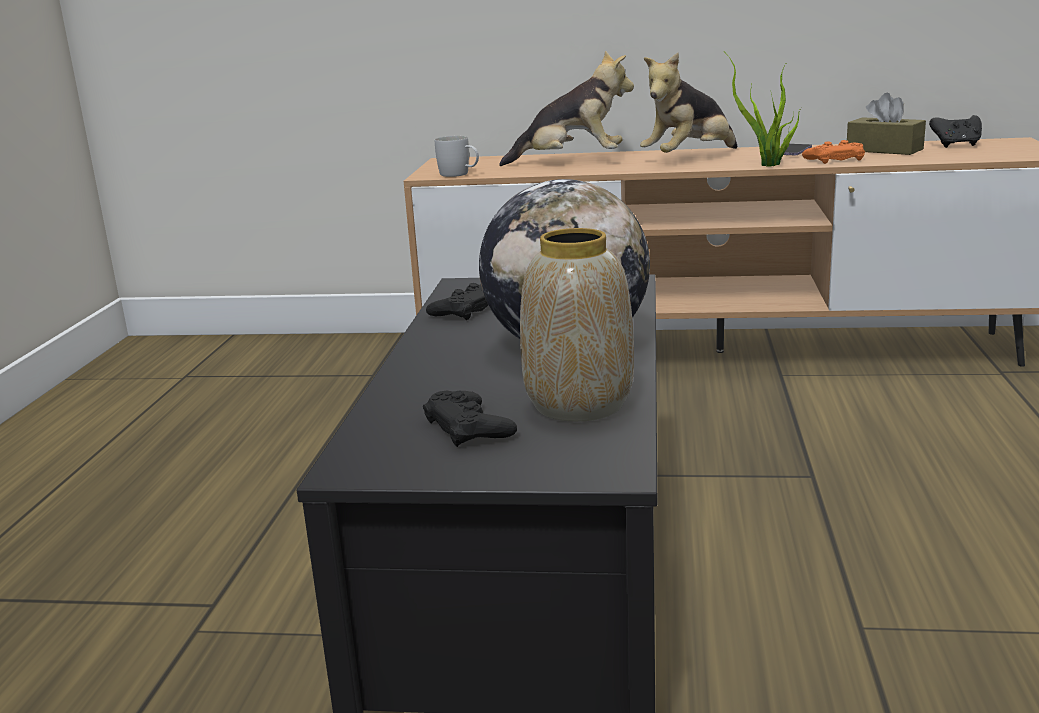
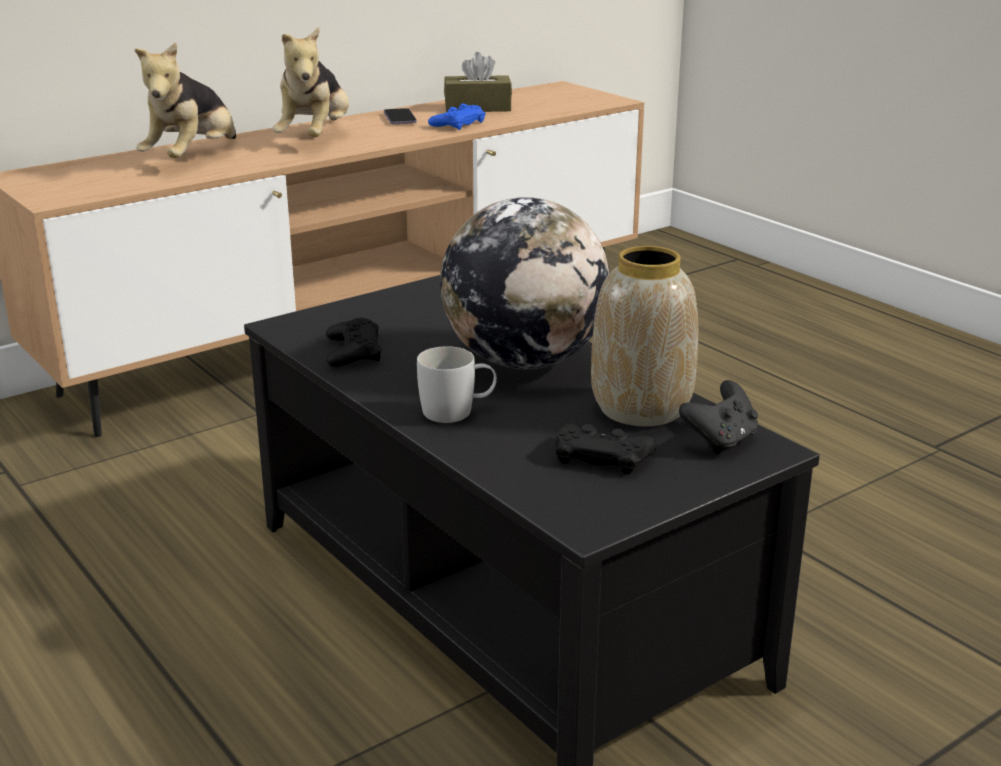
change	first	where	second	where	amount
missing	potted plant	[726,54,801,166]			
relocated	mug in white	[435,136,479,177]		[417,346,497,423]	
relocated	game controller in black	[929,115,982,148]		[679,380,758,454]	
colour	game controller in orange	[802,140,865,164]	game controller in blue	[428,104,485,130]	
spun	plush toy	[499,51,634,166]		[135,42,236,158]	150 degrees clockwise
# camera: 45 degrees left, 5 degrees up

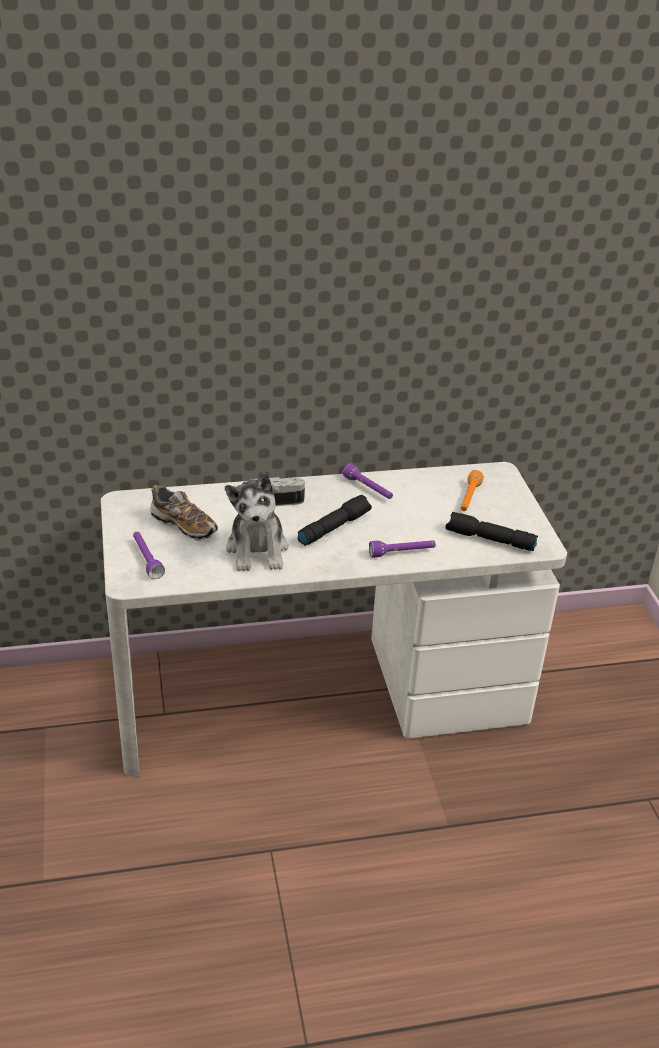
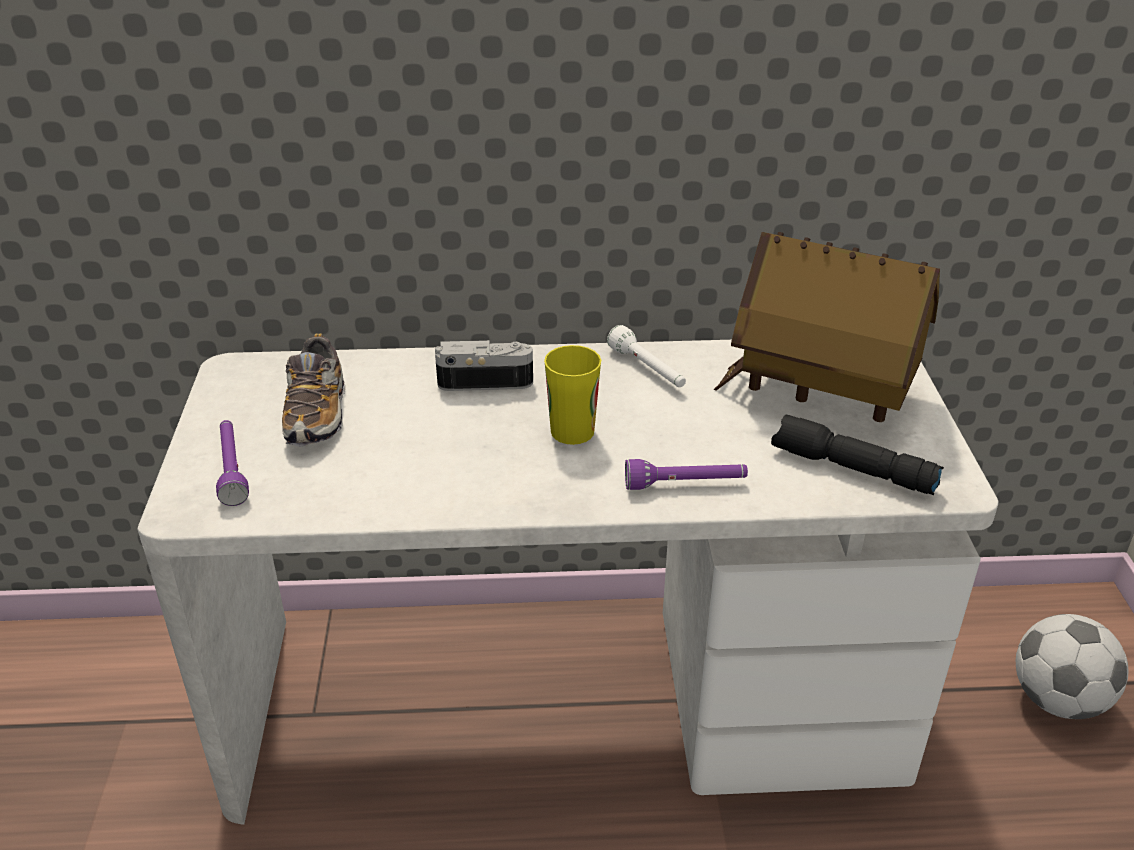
change	first	where	second	where	amount
missing	plush toy	[225,472,288,572]			
appeared			football	[1016,614,1128,719]	
exchanged	flashlight in black	[298,495,372,546]	cup	[544,345,601,445]	
exchanged	flashlight in orange	[461,470,484,511]	toy house	[714,232,940,422]	
colour	flashlight in purple	[343,463,393,499]	flashlight in white	[607,325,686,387]	
spun	shoe	[151,485,218,541]		[282,333,345,447]	45 degrees clockwise
# camera: 10 degrees right, 0 degrees up

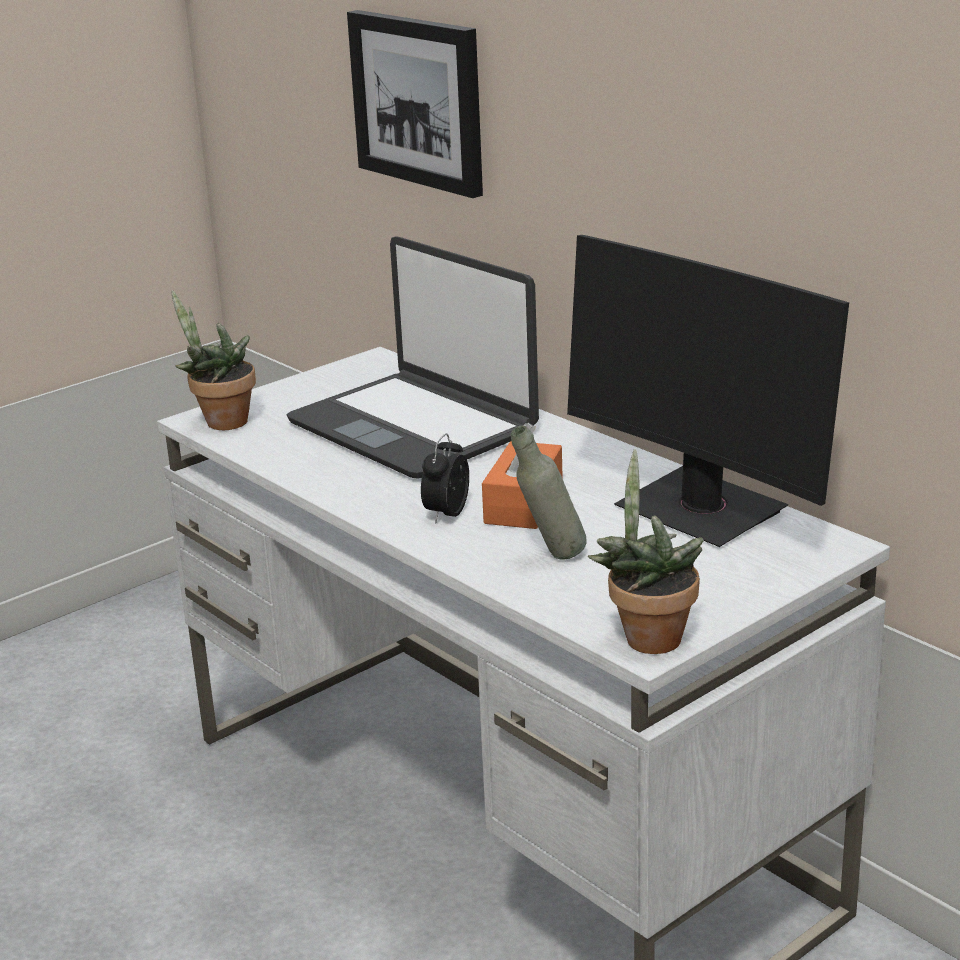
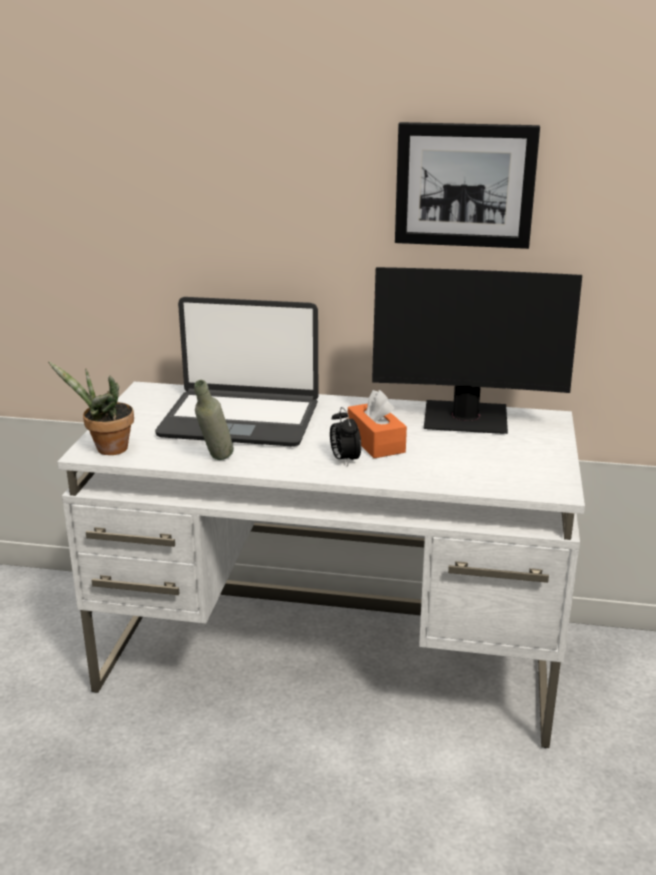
change	first	where	second	where	amount
missing	potted plant	[588,449,704,654]			
relocated	picture	[347,10,483,198]		[395,122,540,249]	
relocated	bottle in grey	[511,426,587,560]		[194,380,234,460]	
# camera: 40 degrees left, 0 degrees up

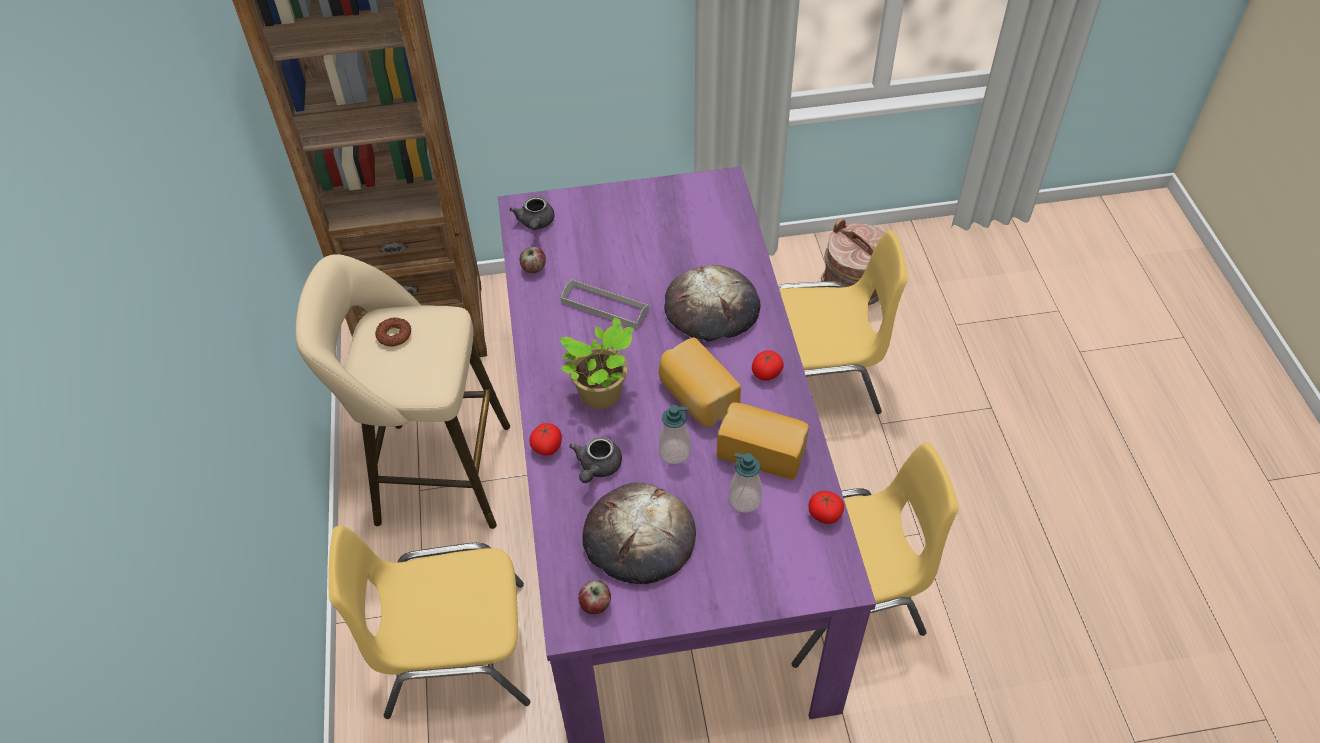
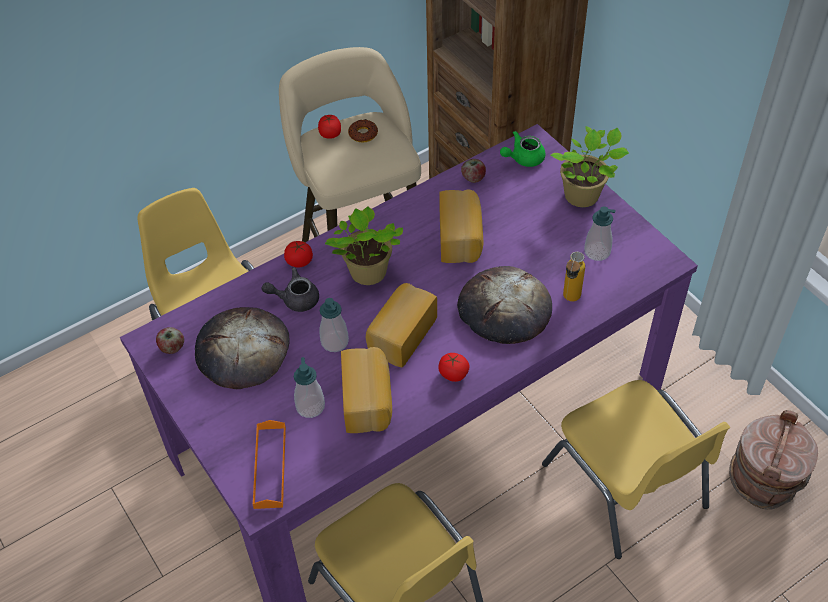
change	first	where	second	where	amount
appeared			tray in orange	[252,420,286,509]	
appeared			potted plant	[550,126,629,207]	
appeared			bottle	[563,252,585,302]	
appeared			soap dispenser	[584,206,616,261]	
relocated	tomato	[809,491,844,524]		[318,114,341,139]	
exchanged	tray in grey	[561,279,649,329]	bread	[439,189,483,263]	
colour	teapot in grey	[509,196,555,230]	teapot in green	[500,131,545,167]	
# camera: 65 degrees right, 0 degrees up

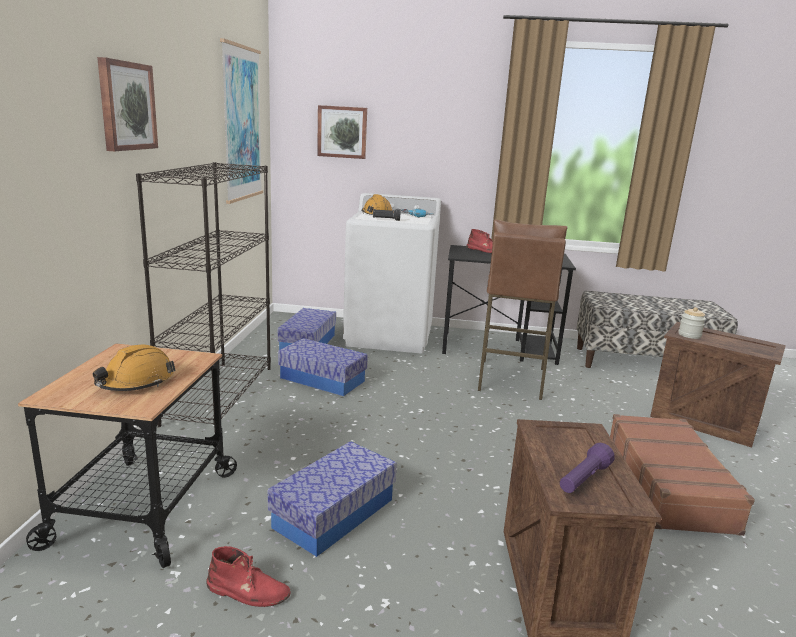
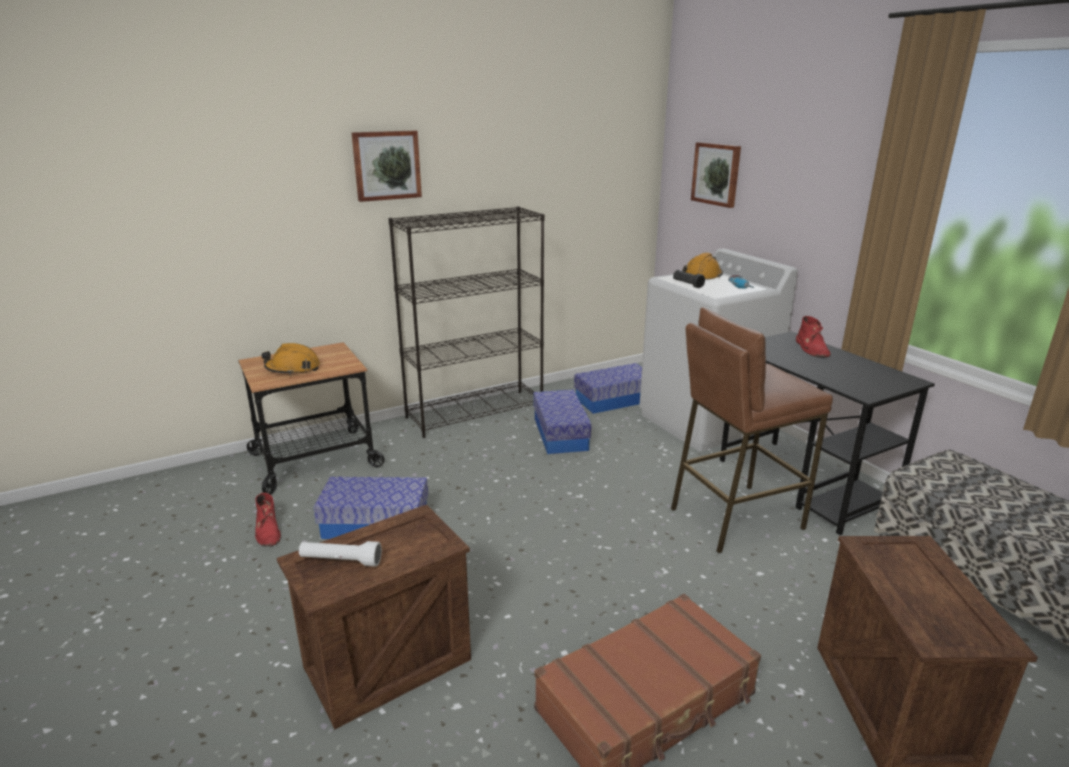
change	first	where	second	where	amount
missing	picture	[220,38,263,204]			
missing	jar	[679,307,706,339]			
colour	flashlight in purple	[560,443,615,493]	flashlight in white	[299,541,382,567]	
# camera: 55 degrees right, 5 degrees up

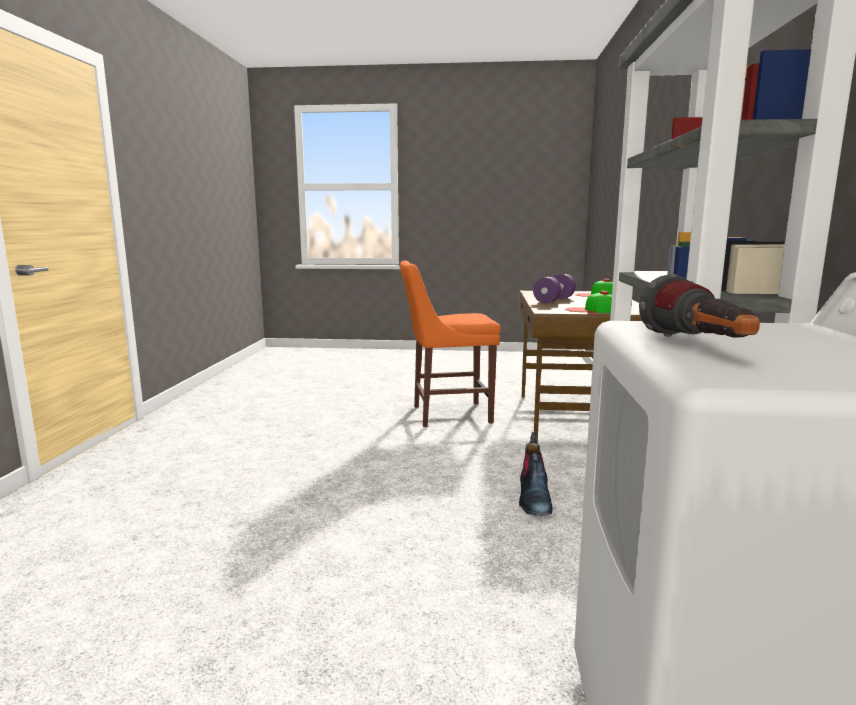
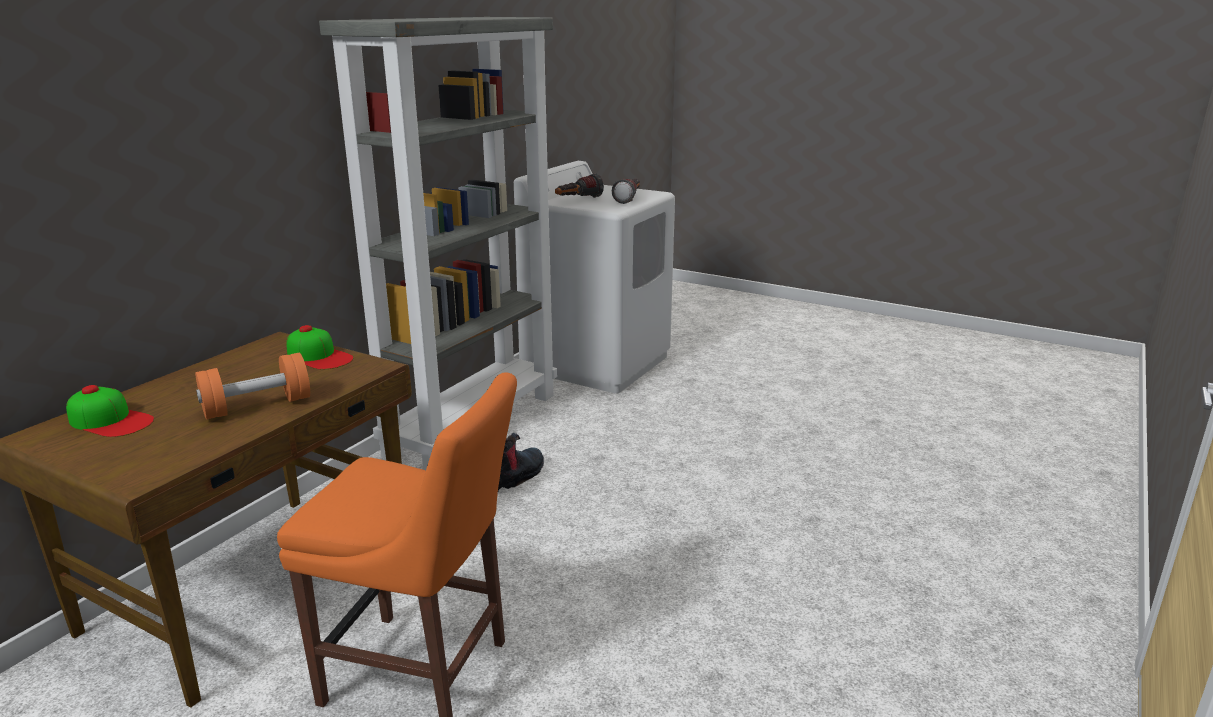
change	first	where	second	where	amount
appeared			flashlight	[555,173,604,198]	
colour	dumbbell in purple	[533,274,576,303]	dumbbell in orange	[195,353,310,420]	
# camera: 155 degrees left, 10 degrees up

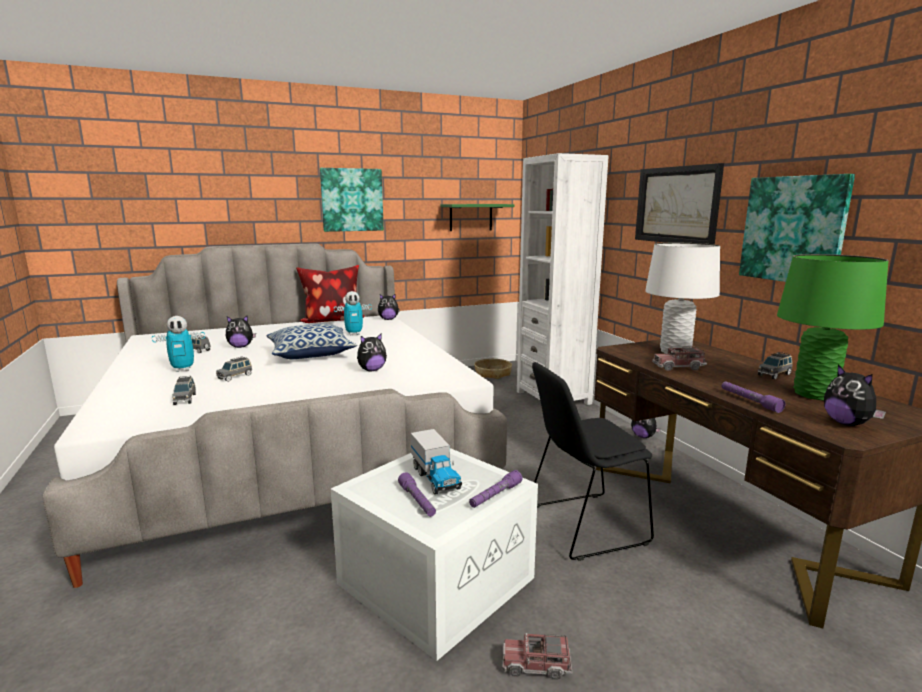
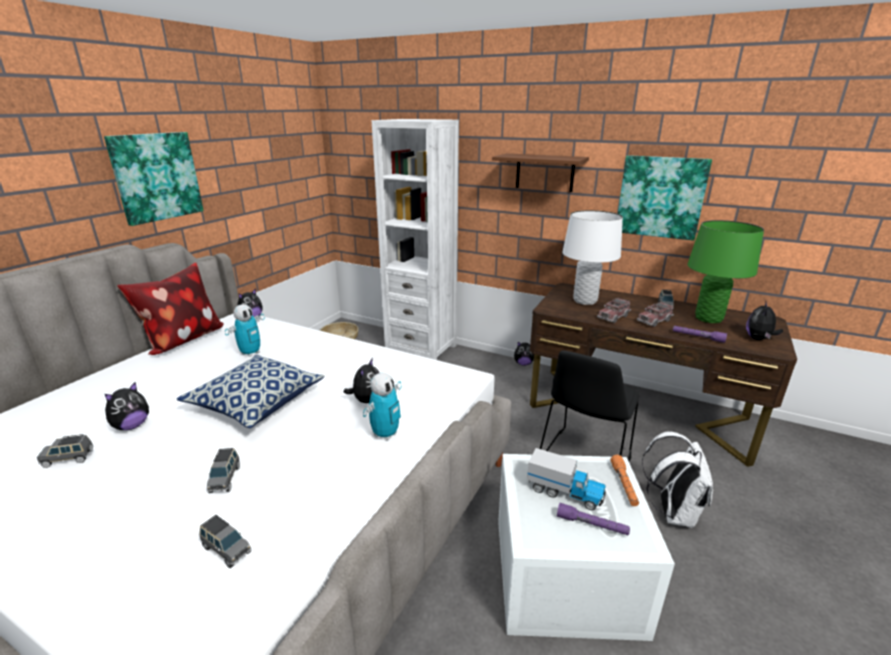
change	first	where	second	where	amount
missing	shelf in green	[440,204,515,231]			
appeared			backpack in white	[642,431,713,528]	
relocated	toy robot	[152,316,205,372]		[363,373,402,441]	
relocated	toy truck	[502,633,572,680]		[637,301,674,327]	
exchanged	picture	[635,163,724,244]	shelf in brown	[492,153,589,192]	
colour	flashlight in purple	[469,470,522,508]	flashlight in orange	[610,455,639,506]	
spun	plush toy	[824,365,886,426]		[746,302,783,340]	90 degrees clockwise
# camera: 40 degrees left, 10 degrees up

